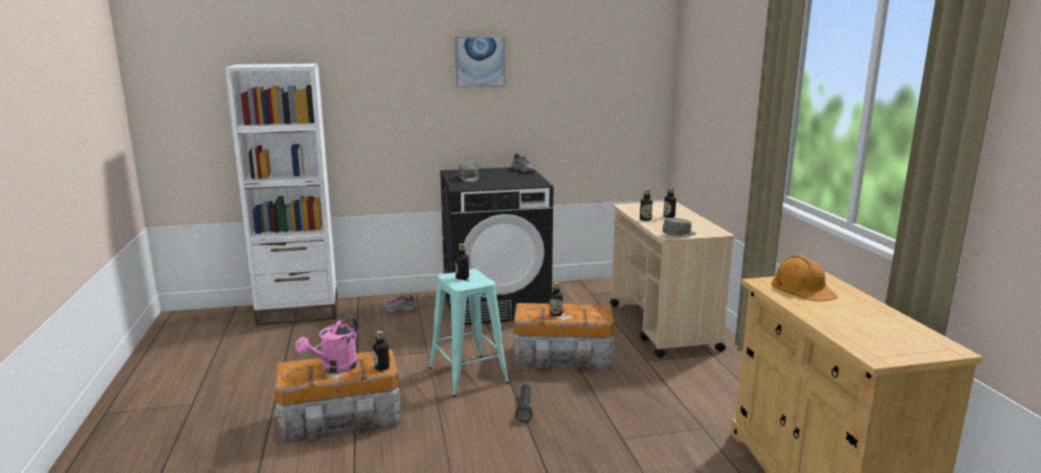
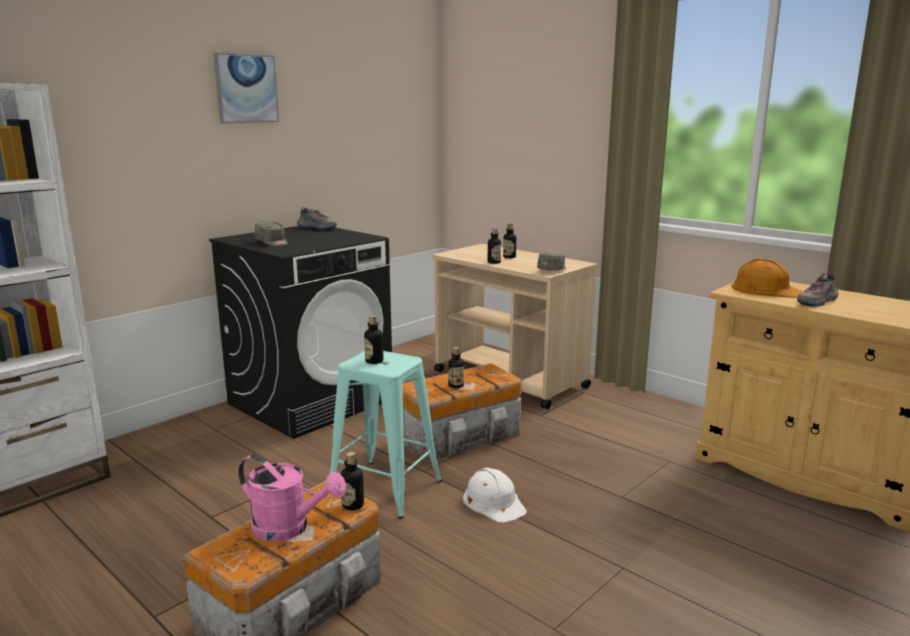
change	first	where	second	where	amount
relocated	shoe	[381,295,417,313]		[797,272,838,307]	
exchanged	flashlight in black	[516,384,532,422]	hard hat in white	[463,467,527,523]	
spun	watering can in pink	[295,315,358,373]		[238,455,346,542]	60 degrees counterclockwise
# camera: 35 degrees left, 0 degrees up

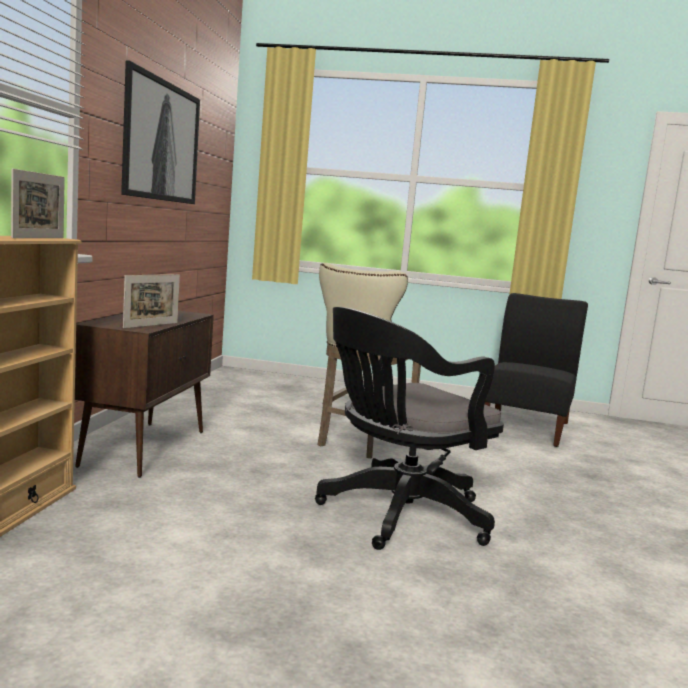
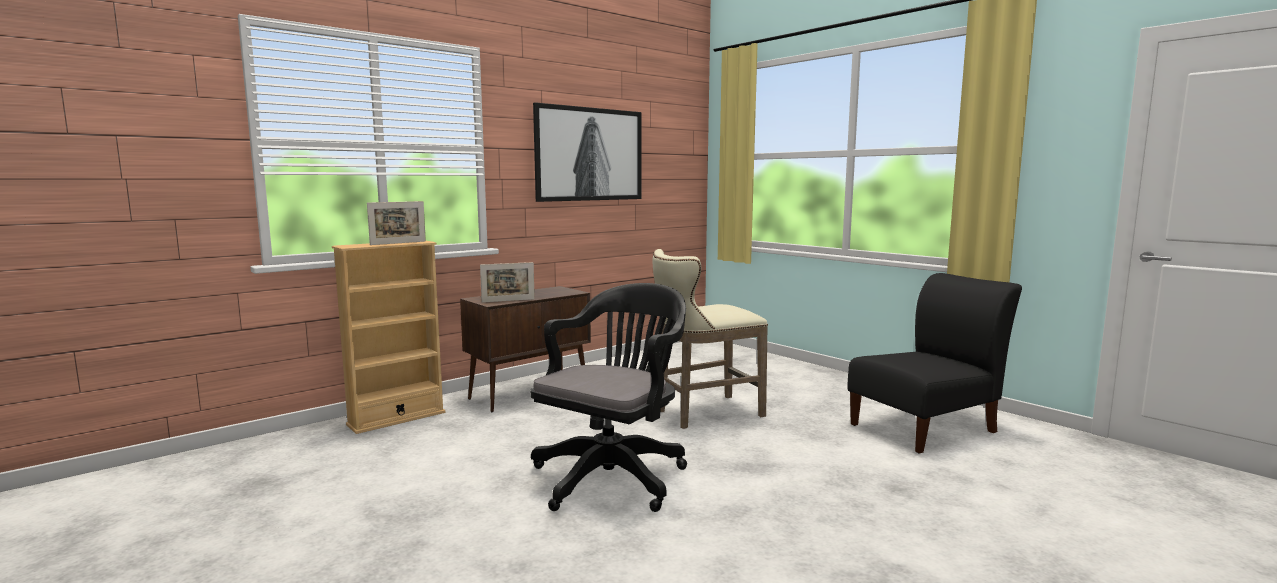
change	first	where	second	where	amount
spun	office chair in black	[315,307,504,550]		[530,283,687,512]	120 degrees clockwise
# camera: 40 degrees right, 0 degrees up

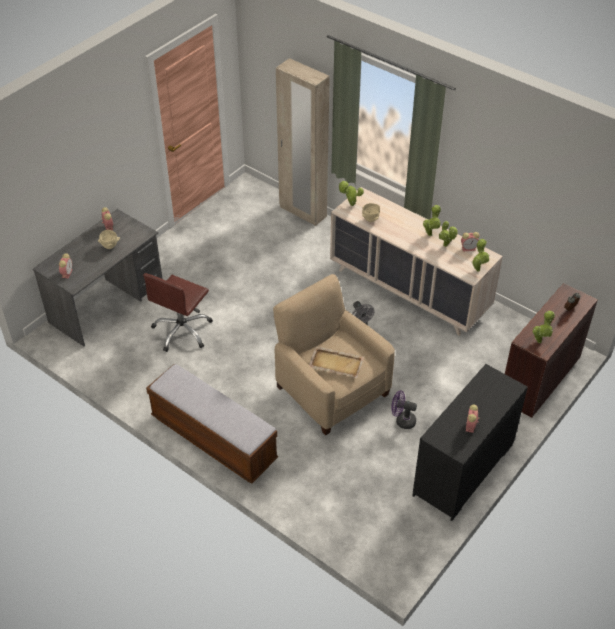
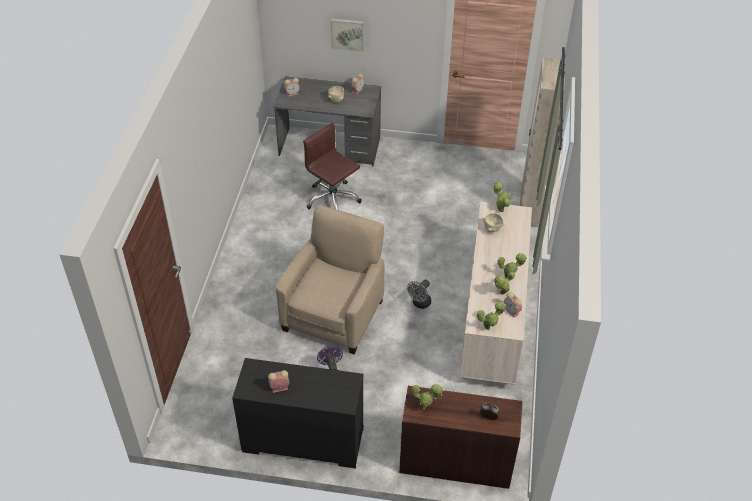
change	first	where	second	where	amount
missing	bench	[146,364,278,484]			
missing	tray in beige	[309,346,364,378]			
appeared			picture	[331,18,364,52]	
spun	office chair in brown	[143,273,213,352]		[303,122,362,210]	45 degrees clockwise
# camera: 60 degrees right, 0 degrees up

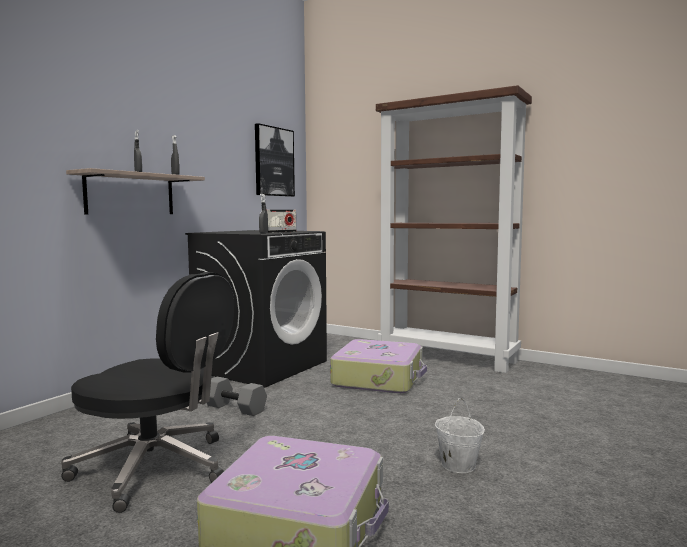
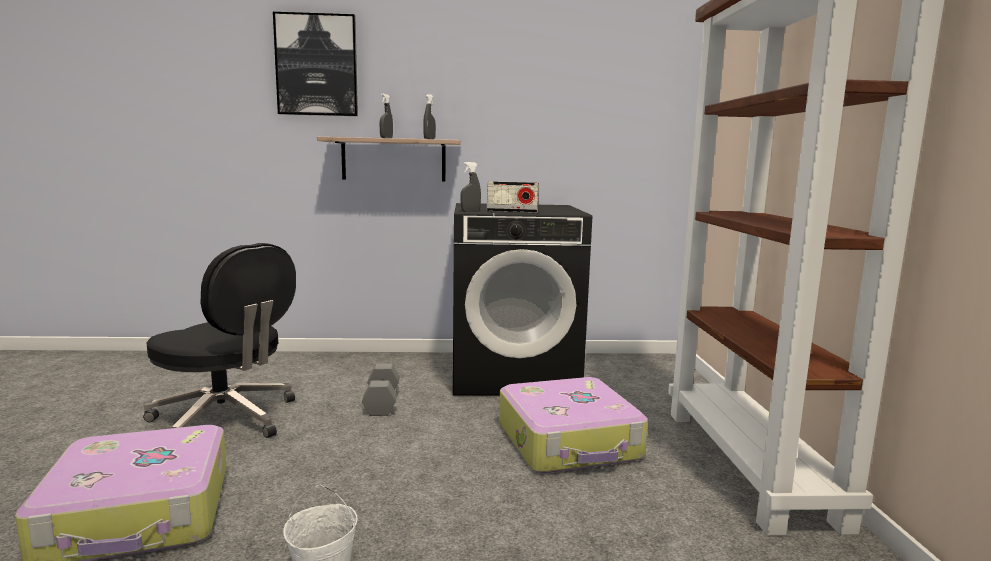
change	first	where	second	where	amount
relocated	picture	[255,123,295,197]		[273,12,358,116]	
spun	office chair in black	[61,272,234,513]		[143,243,296,438]	45 degrees counterclockwise
# camera: 55 degrees right, 5 degrees up

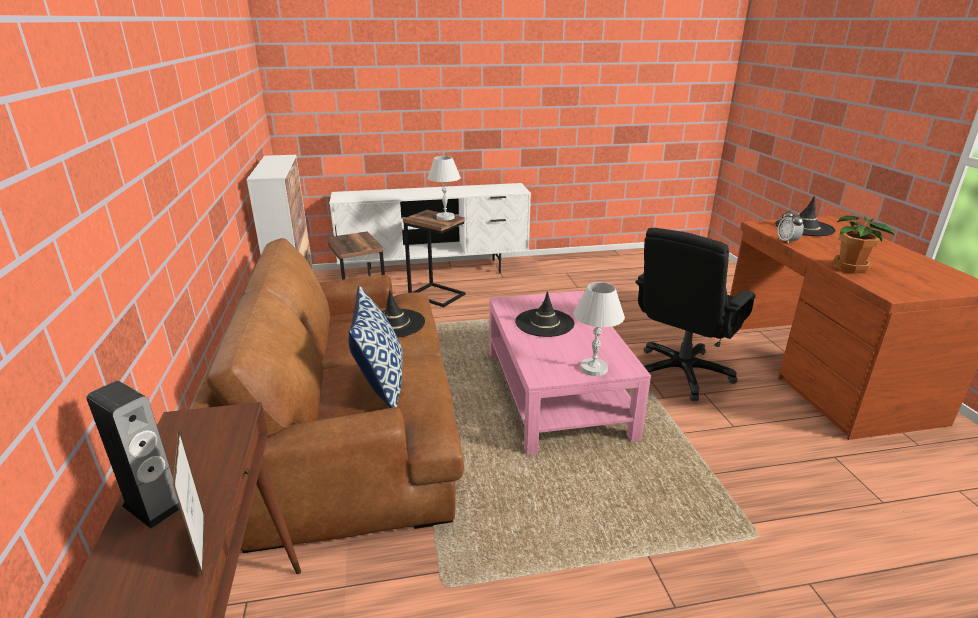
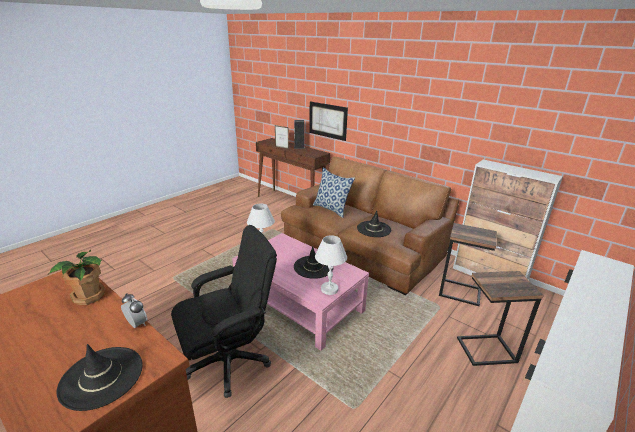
change	first	where	second	where	amount
appeared			picture	[309,101,348,141]	
relocated	table lamp in white	[427,156,461,221]		[315,235,347,295]	
spun	office chair in black	[635,228,756,401]		[171,225,277,398]	60 degrees clockwise
# camera: 140 degrees right, 0 degrees up

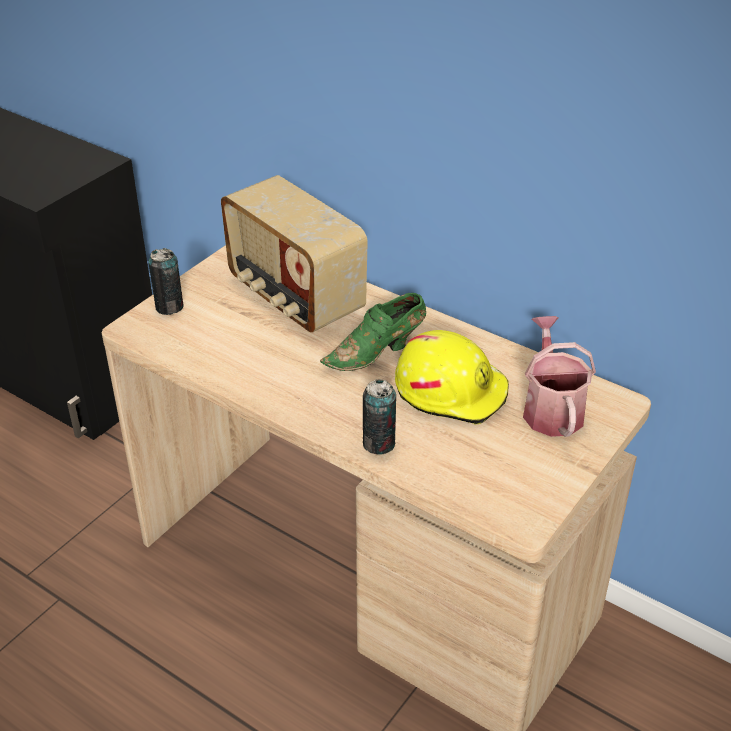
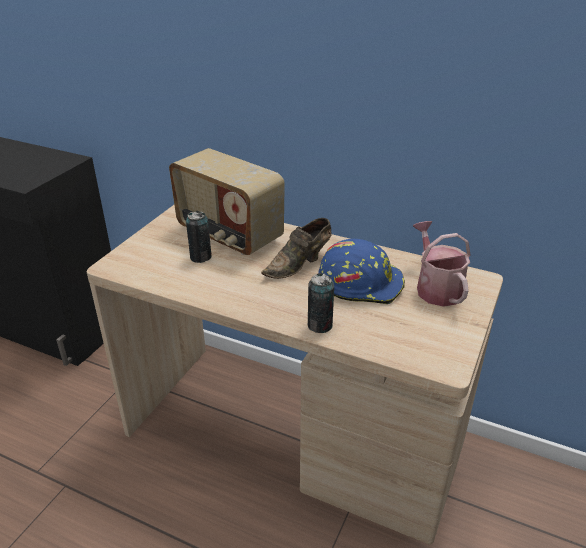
change	first	where	second	where	amount
relocated	can	[148,248,183,315]		[186,211,211,263]	
colour	shoe in green	[320,293,426,371]	shoe in brown	[261,218,332,279]	
colour	hard hat in yellow	[395,330,509,424]	hard hat in blue	[318,239,405,304]	
# camera: 10 degrees left, 5 degrees down

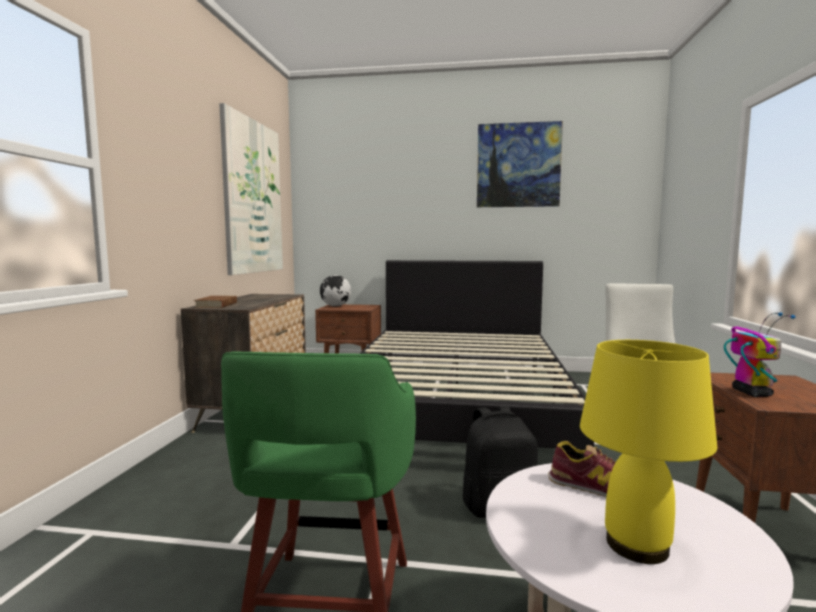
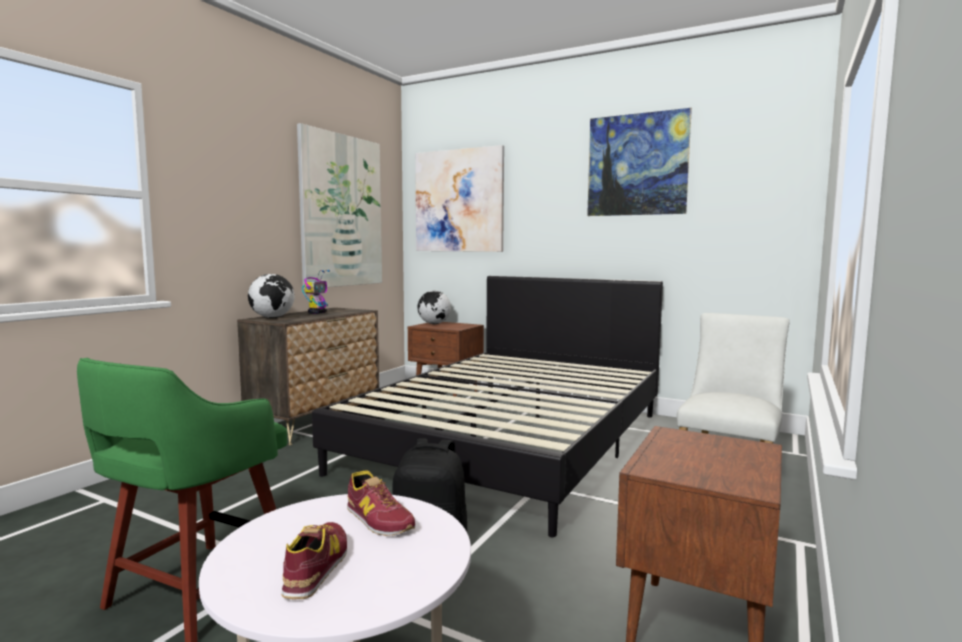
change	first	where	second	where	amount
appeared			picture	[415,145,504,252]	
relocated	toy robot	[724,312,796,397]		[302,270,330,314]	
exchanged	book in brown	[194,296,237,308]	globe	[248,274,295,318]	
exchanged	table lamp in yellow	[580,340,718,564]	shoe	[281,522,347,599]	
# camera: 20 degrees right, 0 degrees up

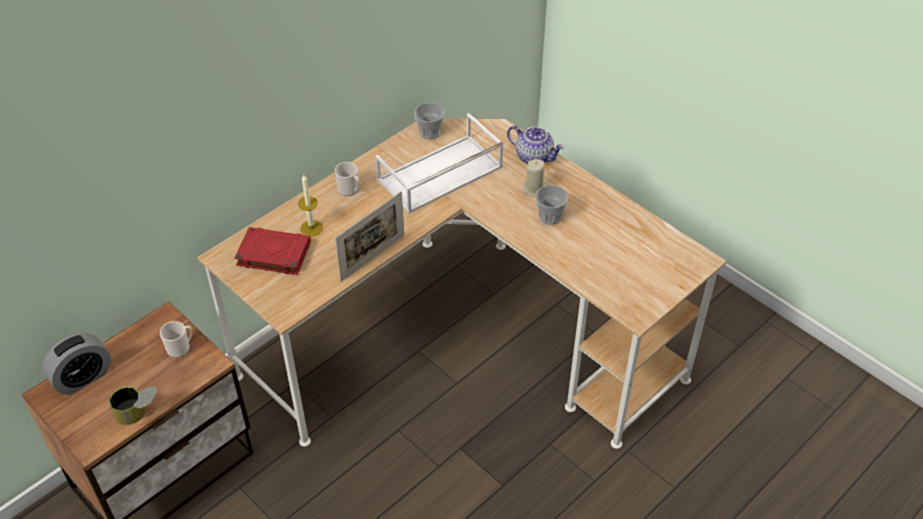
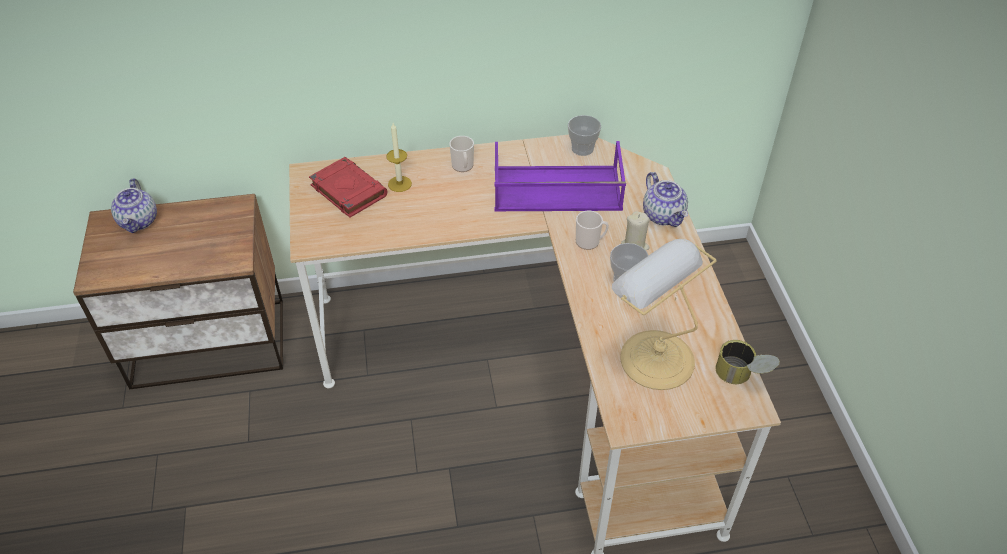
change	first	where	second	where	amount
missing	picture frame	[335,191,404,282]			
appeared			table lamp	[612,239,717,390]	
relocated	can	[108,386,157,425]		[715,340,780,384]	
relocated	mug	[160,321,192,358]		[576,211,609,250]	
exchanged	alarm clock	[42,333,111,395]	teapot	[111,178,157,233]	
colour	tray in white	[375,113,503,213]	tray in purple	[494,141,626,211]	
# camera: 35 degrees right, 0 degrees up

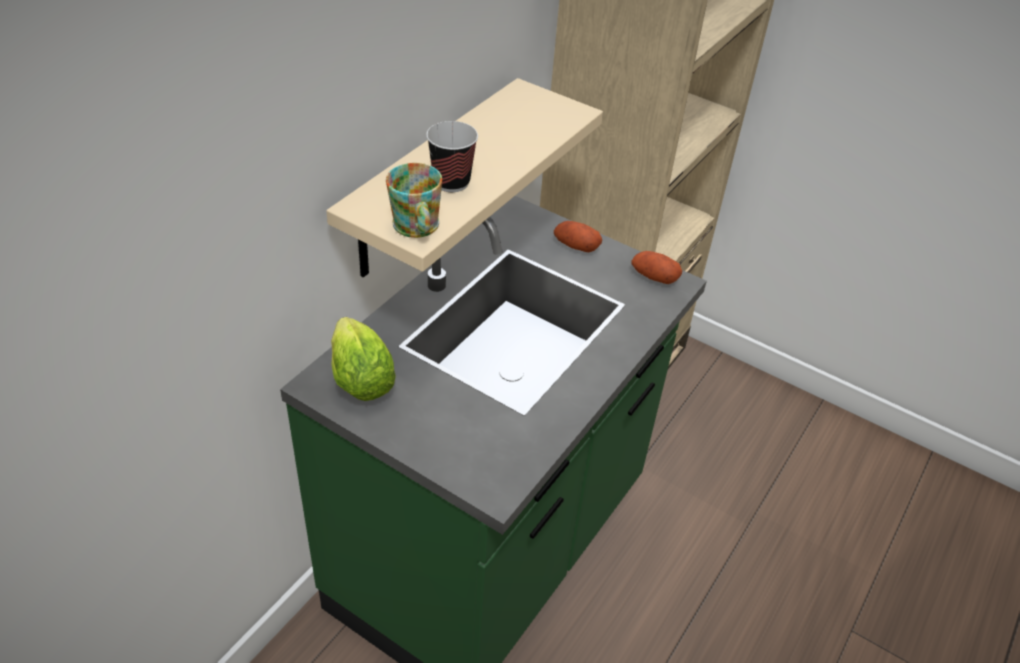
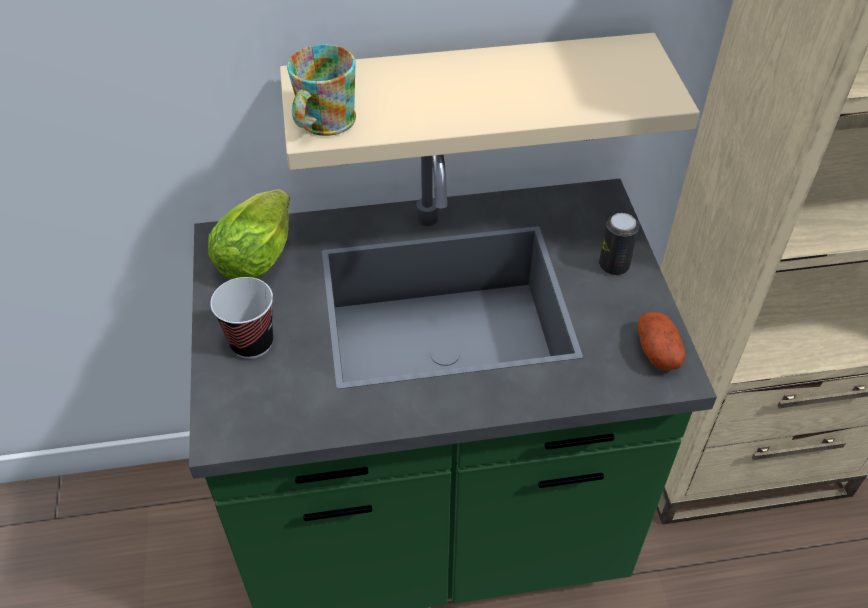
change	first	where	second	where	amount
relocated	cup	[426,121,478,192]		[210,277,273,359]	
exchanged	potato	[554,221,602,252]	can	[599,213,639,275]	
# camera: 50 degrees right, 5 degrees up

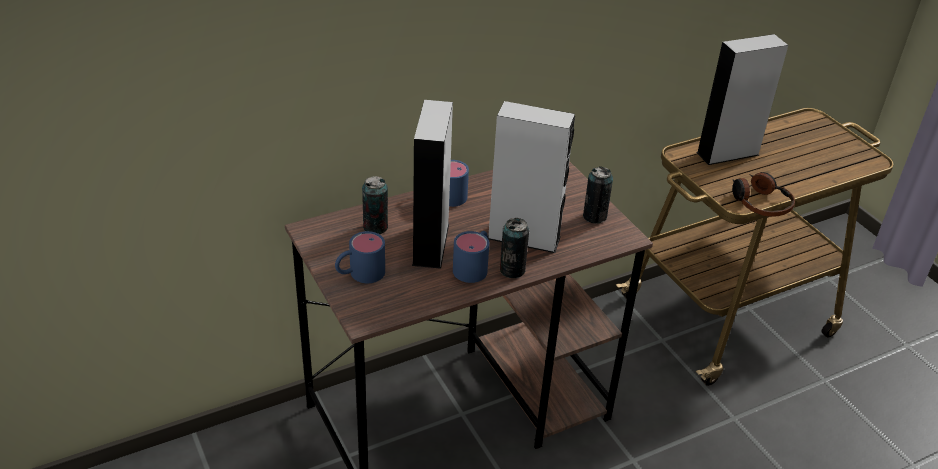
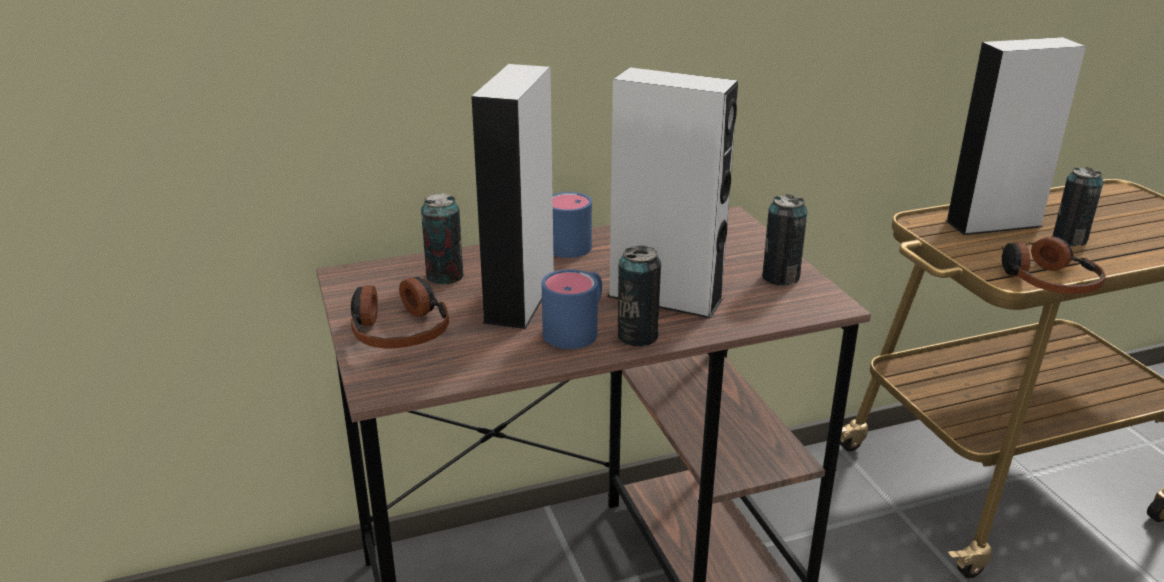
change	first	where	second	where	amount
appeared			can	[1052,167,1103,246]	
exchanged	mug in blue	[335,231,385,283]	headphones	[350,277,449,348]	
# camera: 10 degrees right, 10 degrees down

